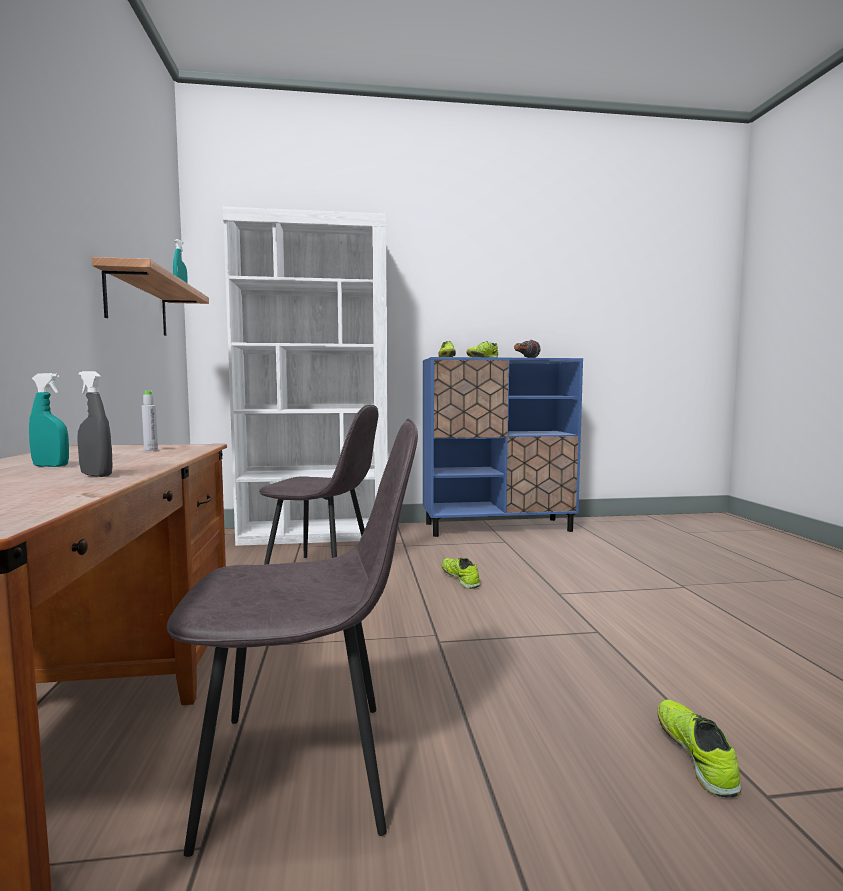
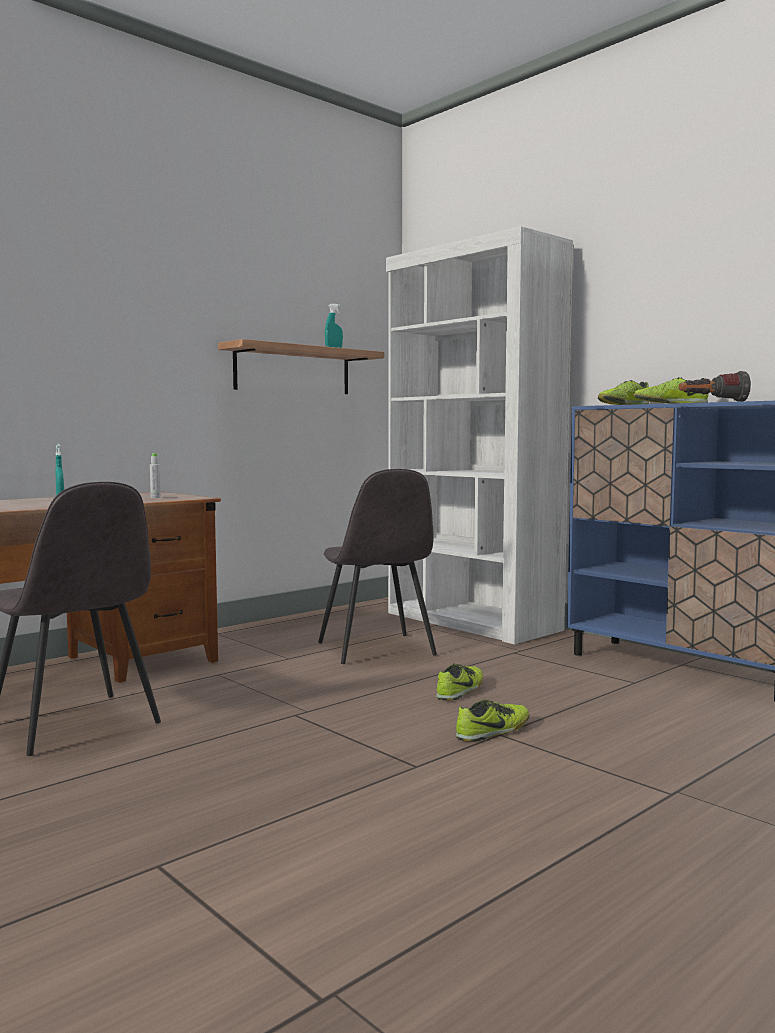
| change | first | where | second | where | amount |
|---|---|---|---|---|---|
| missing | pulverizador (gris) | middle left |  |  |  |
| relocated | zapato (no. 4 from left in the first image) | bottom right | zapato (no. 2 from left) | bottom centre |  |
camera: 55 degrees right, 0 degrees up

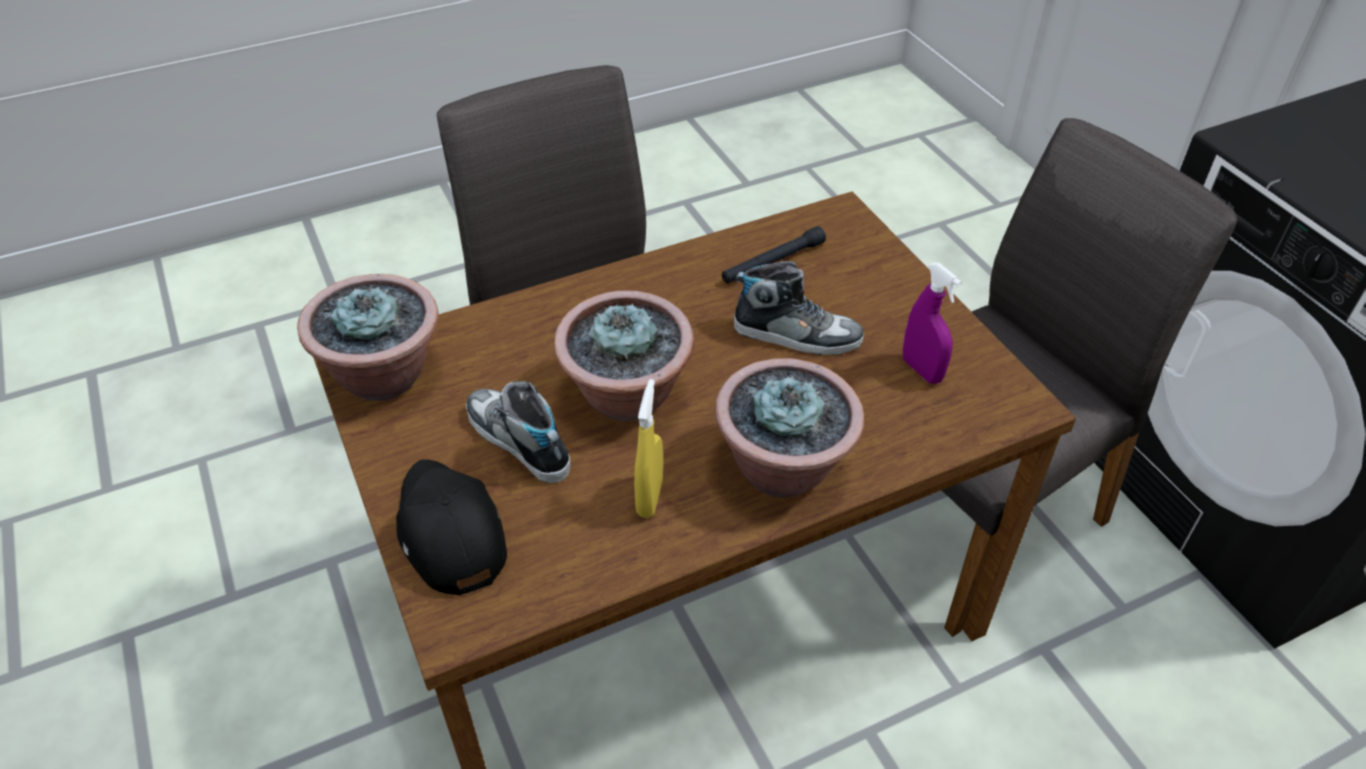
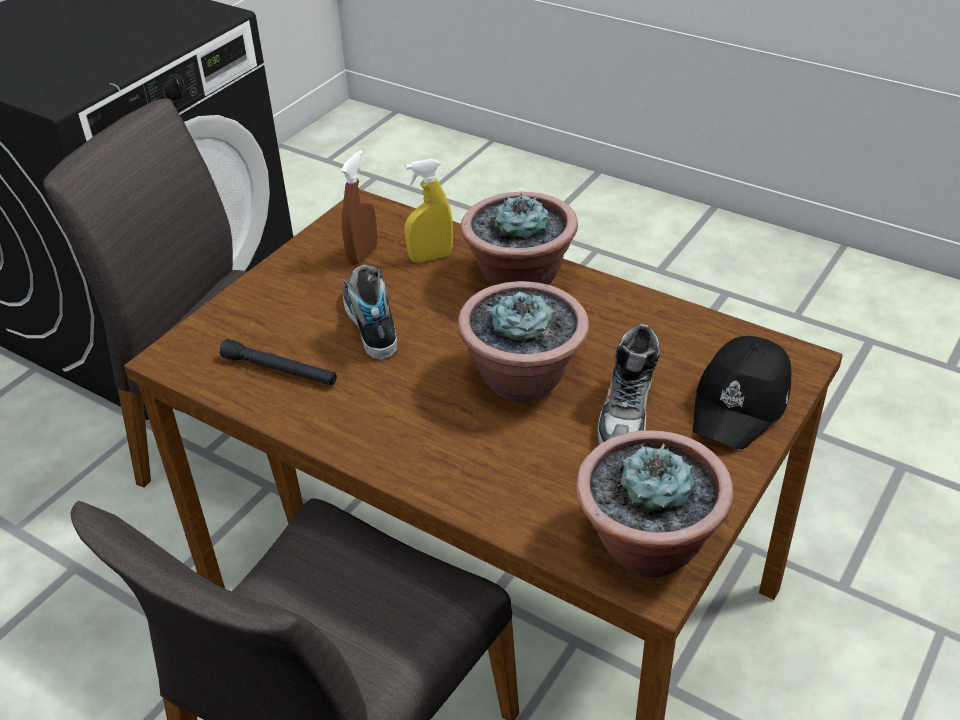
| change | first | where | second | where | amount |
|---|---|---|---|---|---|
| colour | pulverizador (morado) | middle right | pulverizador (marrón) | top centre |  |
| relocated | pulverizador (amarillo) | centre |  | top centre |  |
camera: 120 degrees left, 5 degrees down

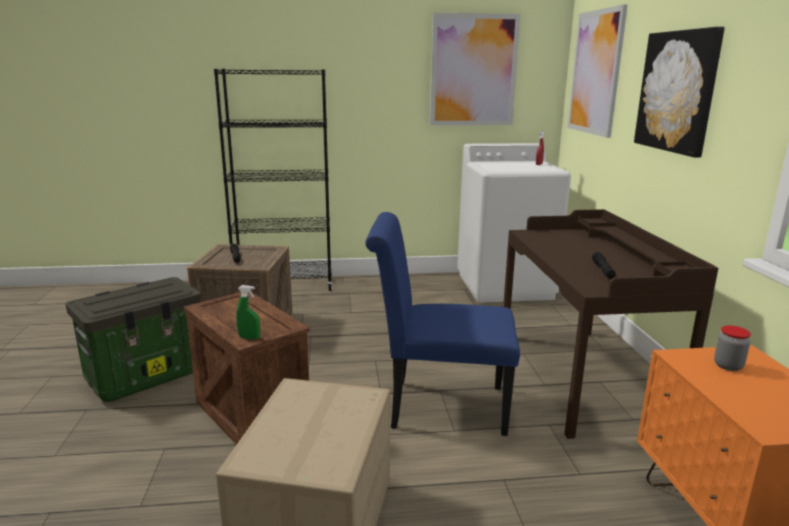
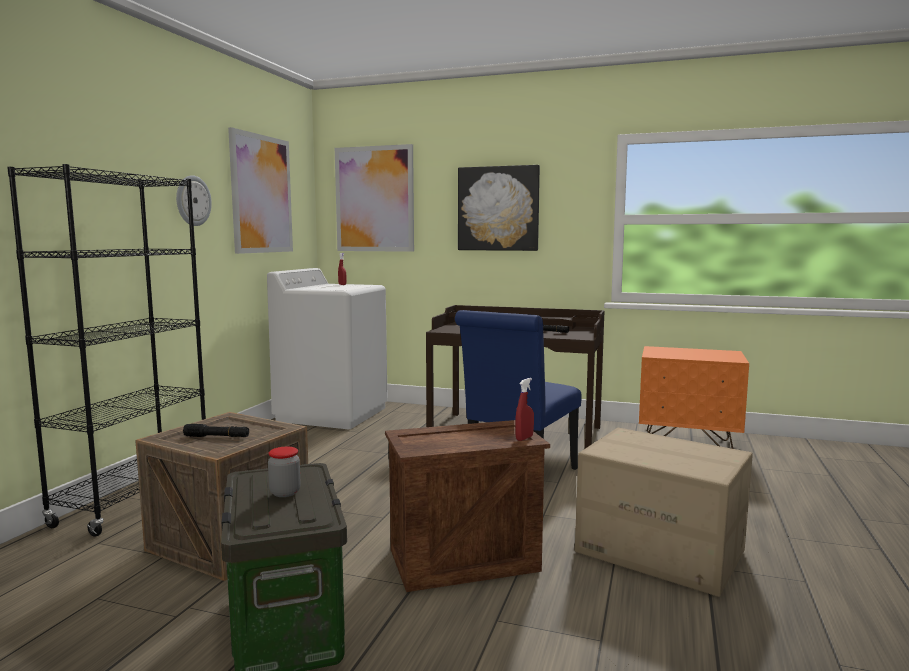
| change | first | where | second | where | amount |
|---|---|---|---|---|---|
| colour | pulverizador (verde) | middle left | pulverizador (rojo) (no. 2 from left) | centre |  |
| relocated | tarro | middle right |  | bottom left |  |
| appeared |  |  | reloj de pared | top left |  |
camera: 65 degrees left, 10 degrees down

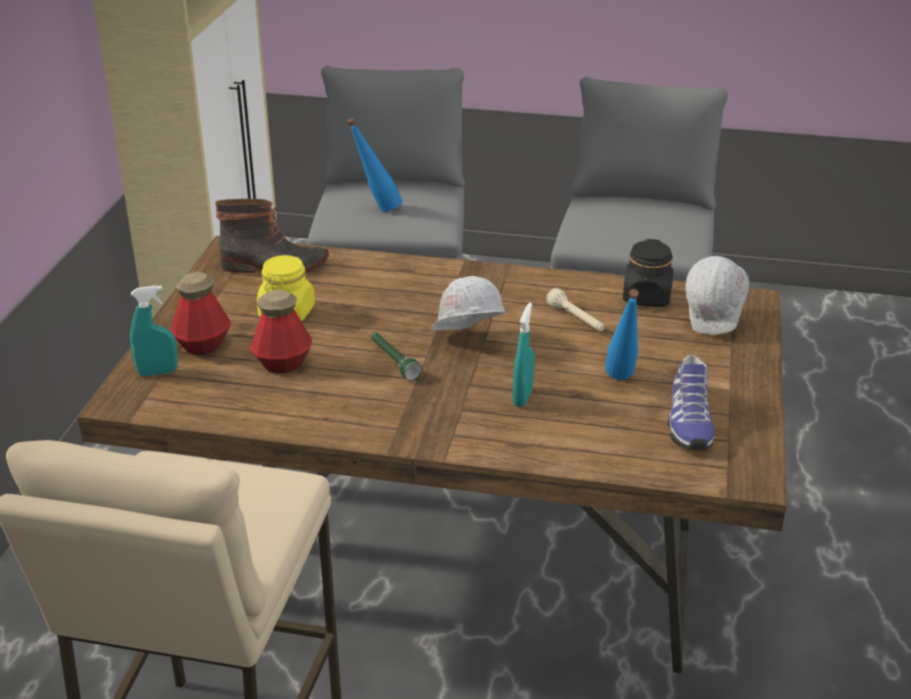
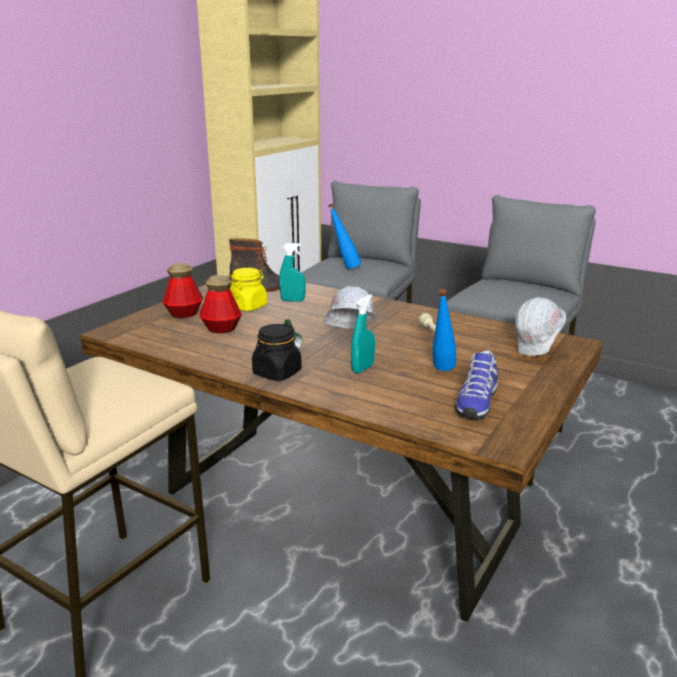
| change | first | where | second | where | amount |
|---|---|---|---|---|---|
| relocated | tarro (negro) | middle right |  | centre |  |
| relocated | pulverizador (turquesa) (no. 1 from left) | middle left |  | centre |  |
camera: 20 degrees right, 10 degrees down

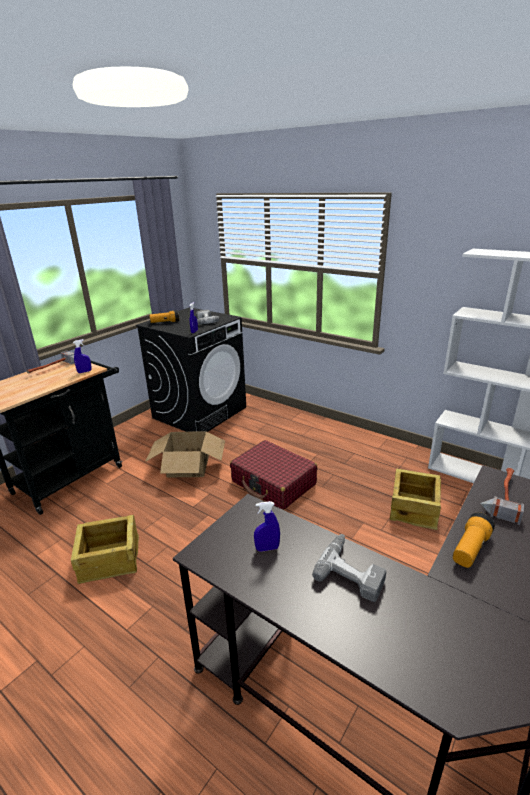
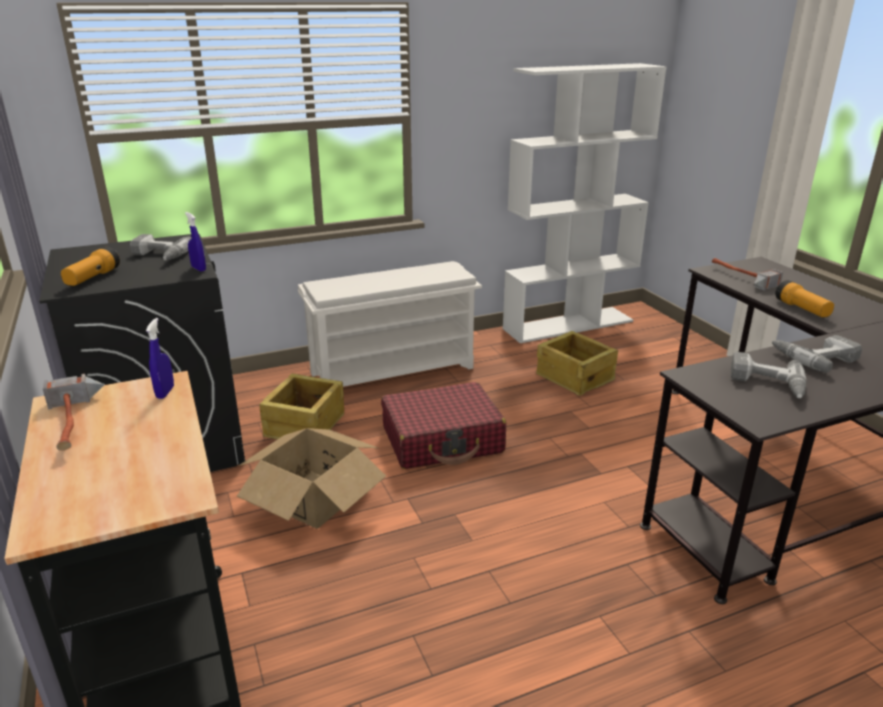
| change | first | where | second | where | amount |
|---|---|---|---|---|---|
| exchanged | pulverizador (azul) (no. 3 from left) | centre | taladro (no. 2 from left) | middle right |  |
| relocated | caja de embalaje (no. 1 from left) | bottom left |  | centre |  |
| appeared |  |  | zapatero (blanco) | centre |  |
camera: 60 degrees left, 0 degrees up

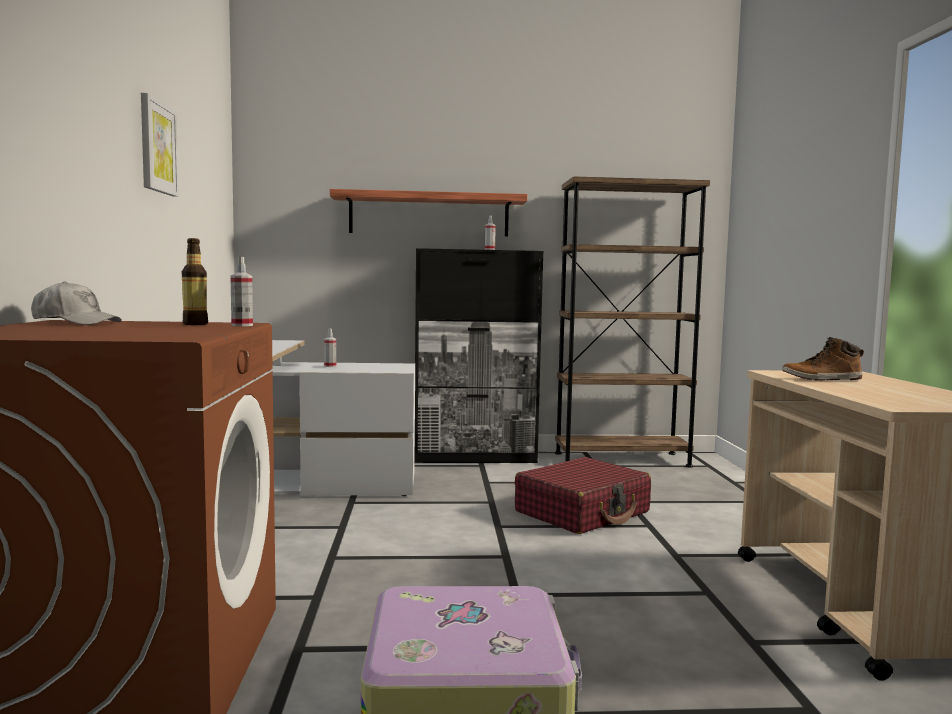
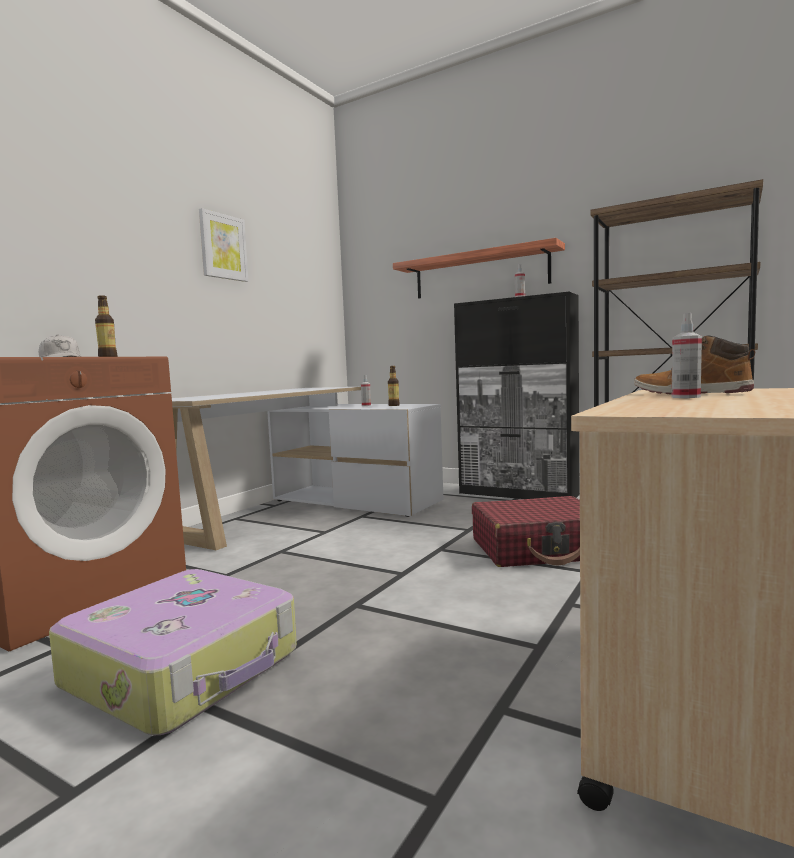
| change | first | where | second | where | amount |
|---|---|---|---|---|---|
| relocated | pulverizador (no. 1 from left in the first image) | middle left | pulverizador (no. 3 from left) | middle right |  |
| appeared |  |  | botella (no. 2 from left) | centre |  |
camera: 35 degrees right, 0 degrees up

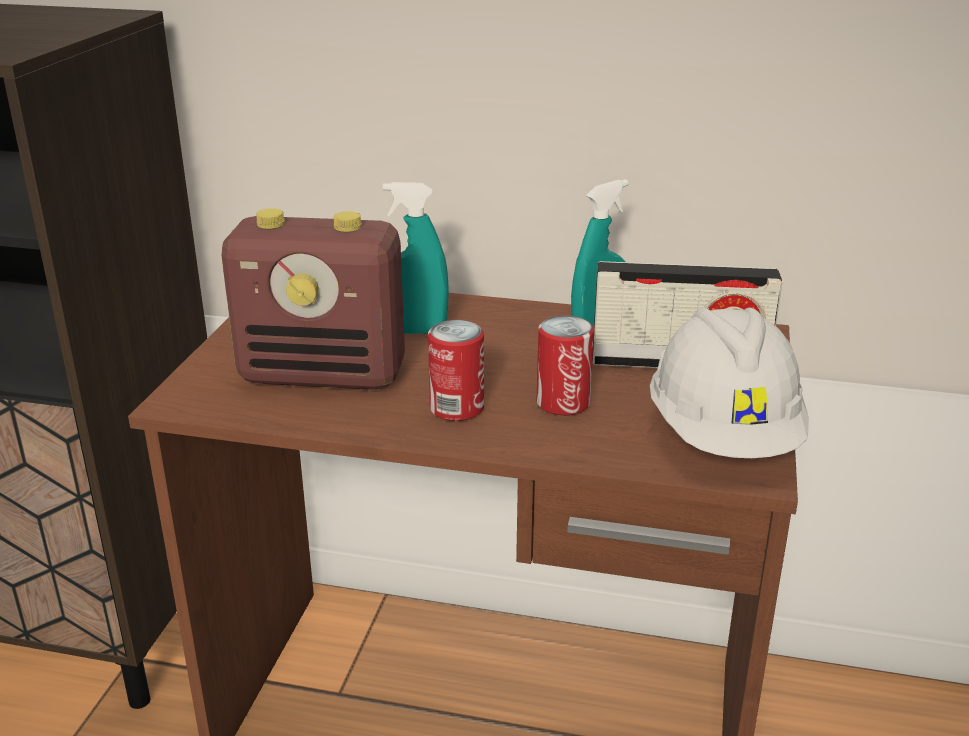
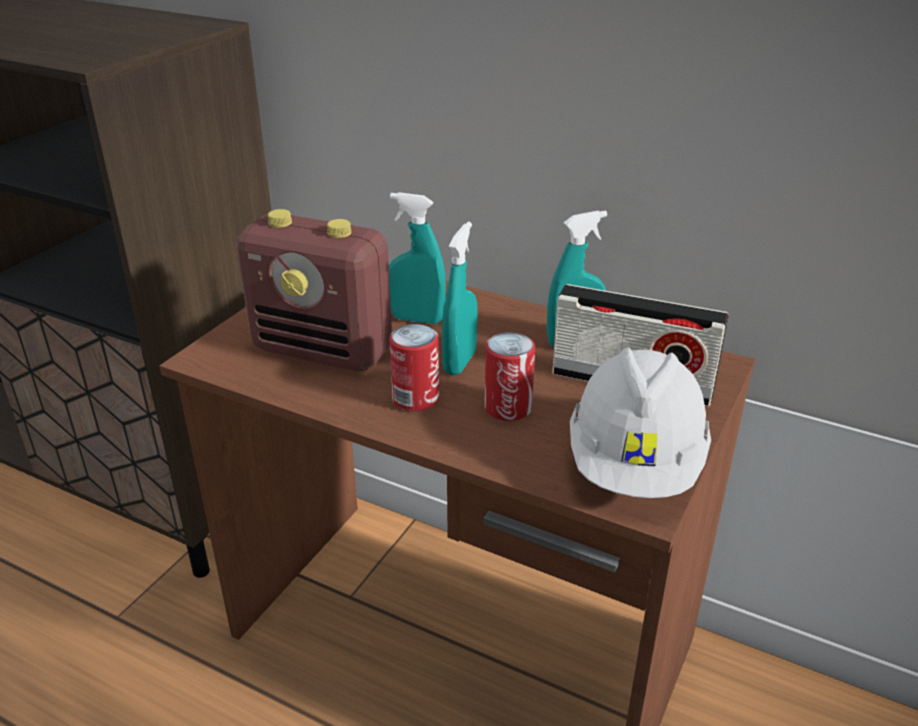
| change | first | where | second | where | amount |
|---|---|---|---|---|---|
| appeared |  |  | pulverizador (turquesa) (no. 2 from left) | centre |  |
camera: 15 degrees right, 5 degrees up

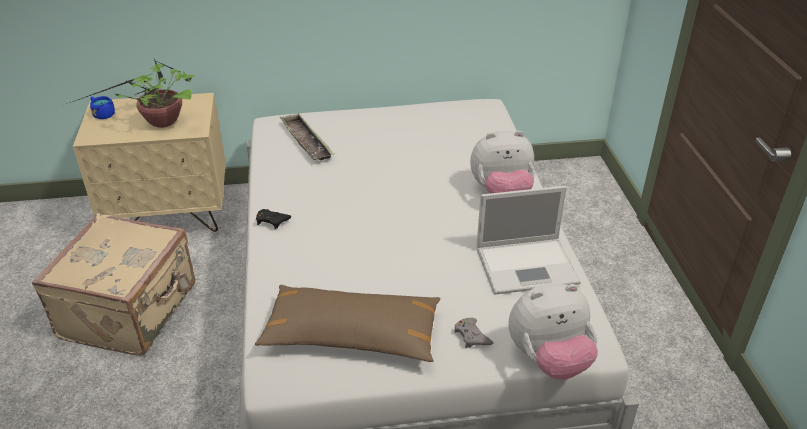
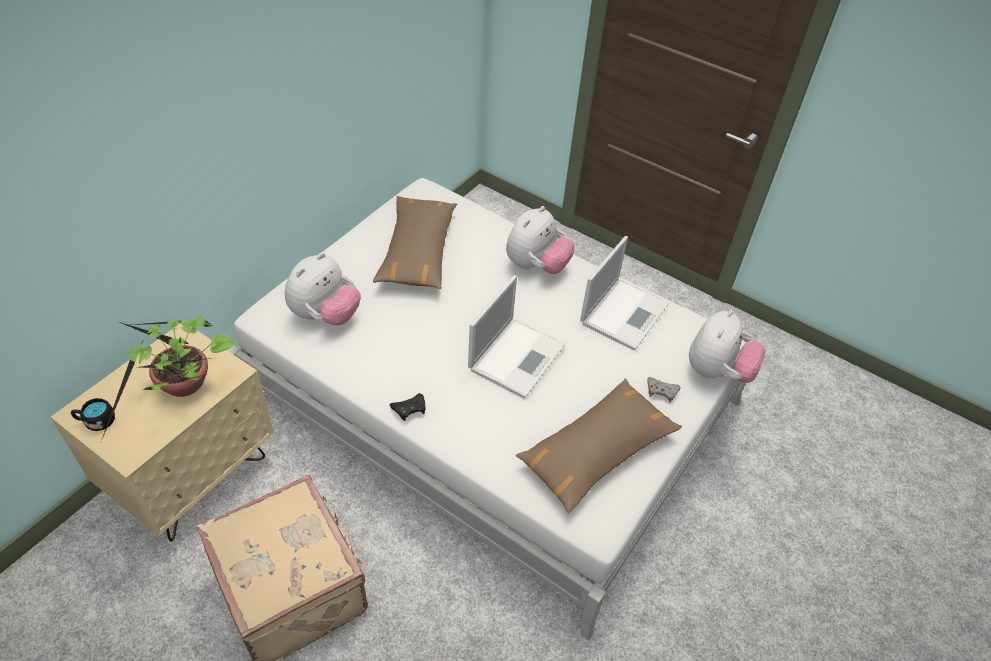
| change | first | where | second | where | amount |
|---|---|---|---|---|---|
| colour | taza grande (azul) | top left | taza grande (negro) | middle left |  |
| exchanged | bandeja | top centre | peluche (no. 1 from left) | middle left |  |
| appeared |  |  | cojín (marrón) (no. 1 from left) | centre |  |
| appeared |  |  | portátil (no. 1 from left) | centre |  |
camera: 50 degrees left, 10 degrees up

